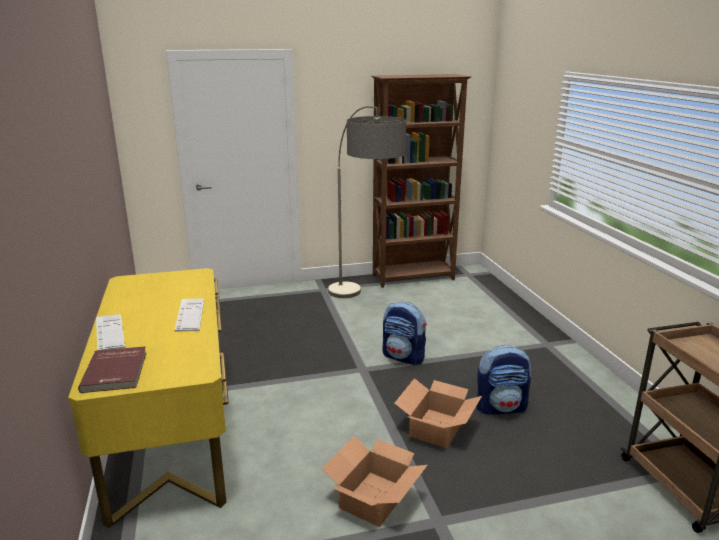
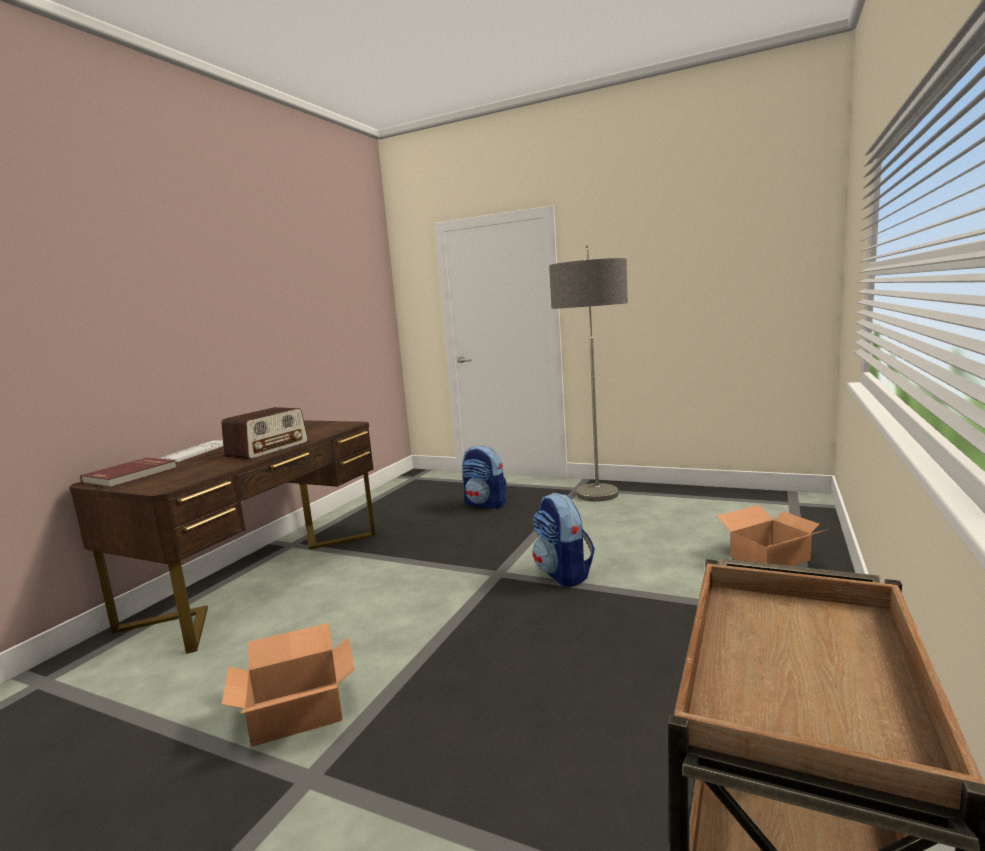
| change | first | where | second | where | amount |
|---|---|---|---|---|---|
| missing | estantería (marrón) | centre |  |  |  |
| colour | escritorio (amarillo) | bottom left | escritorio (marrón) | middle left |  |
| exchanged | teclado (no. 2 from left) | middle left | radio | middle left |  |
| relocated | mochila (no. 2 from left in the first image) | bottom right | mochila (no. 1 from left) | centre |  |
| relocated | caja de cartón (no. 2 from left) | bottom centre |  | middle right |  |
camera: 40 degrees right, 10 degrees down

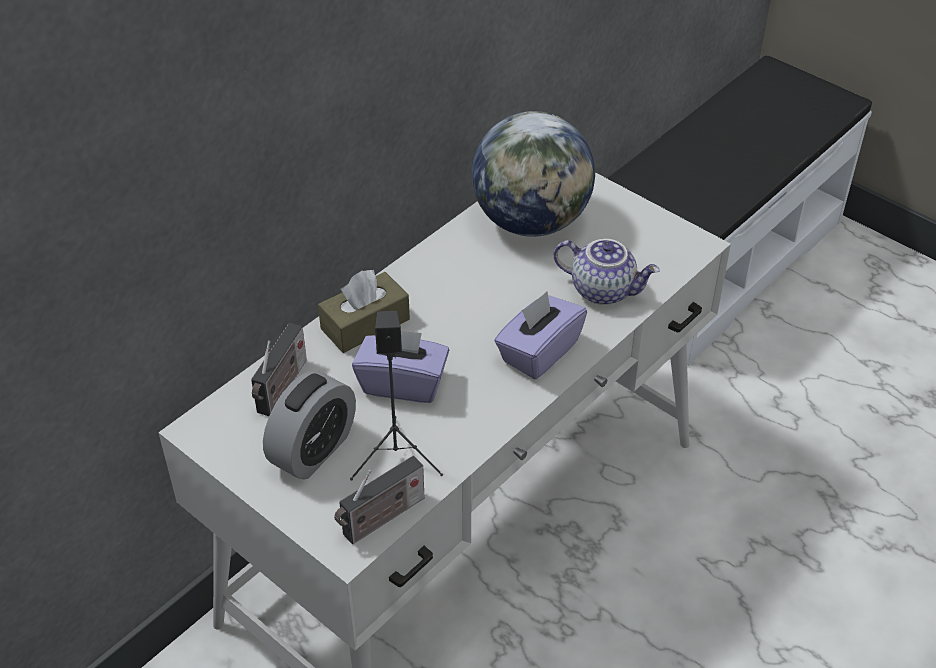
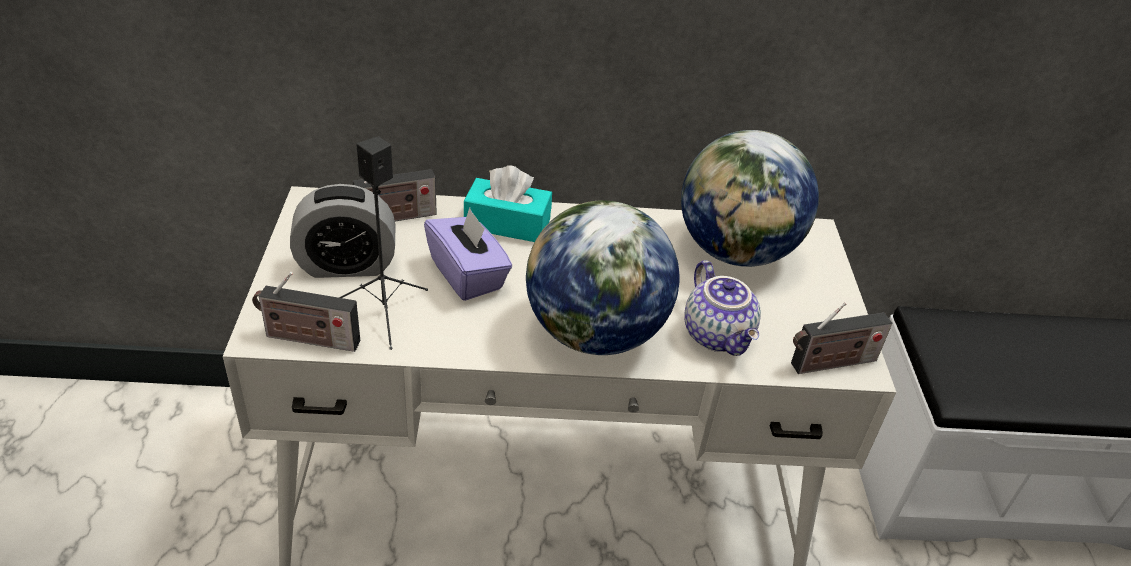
| change | first | where | second | where | amount |
|---|---|---|---|---|---|
| colour | caja de pañuelos (marrón) | centre | caja de pañuelos (turquesa) | centre |  |
| exchanged | caja de pañuelos (morado) (no. 2 from left) | centre | globo terráqueo (no. 1 from left) | centre |  |
| appeared |  |  | radio (no. 3 from left) | middle right |  |
camera: 45 degrees right, 5 degrees down

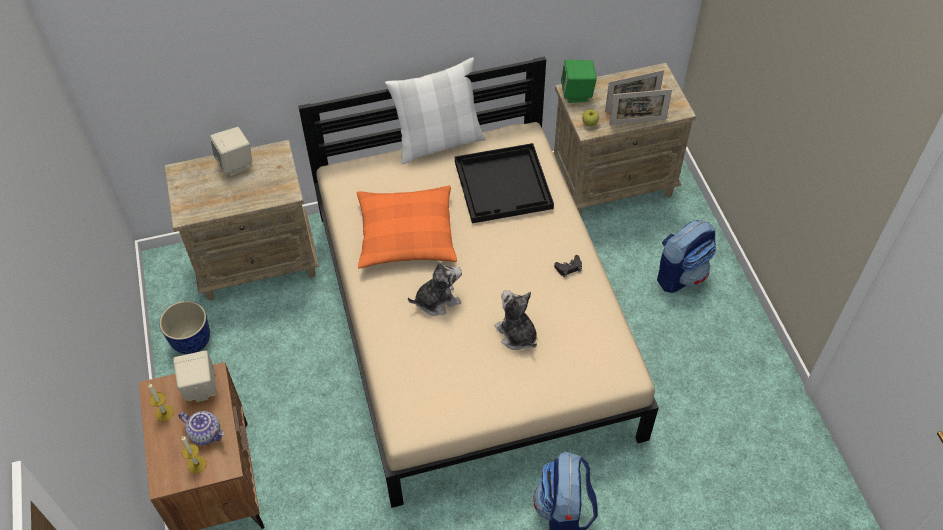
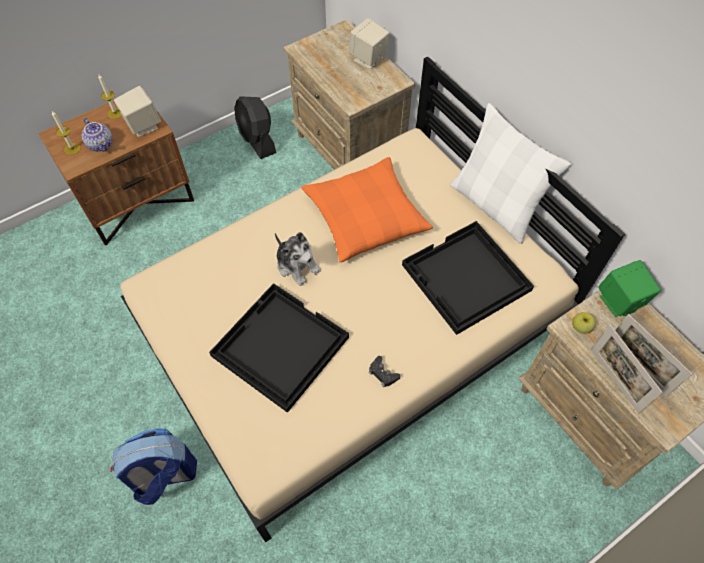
| change | first | where | second | where | amount |
|---|---|---|---|---|---|
| missing | mochila (no. 2 from left) | middle right |  |  |  |
| exchanged | peluche (no. 2 from left) | centre | bandeja (negro) (no. 1 from left) | centre |  |
| exchanged | maceta | middle left | ventilador (negro) | top centre |  |
| spun | tetera | bottom left |  | top left | 45 degrees counterclockwise |
camera: 70 degrees right, 5 degrees up

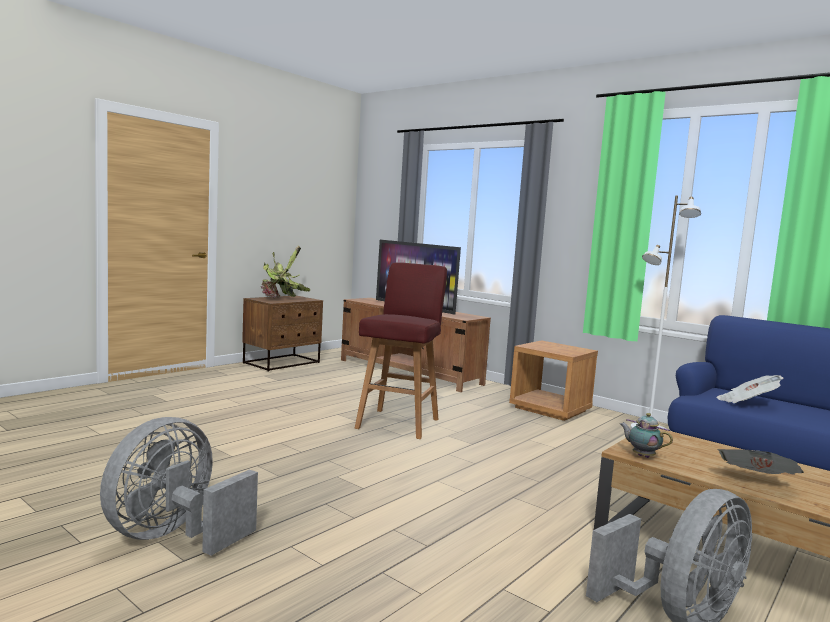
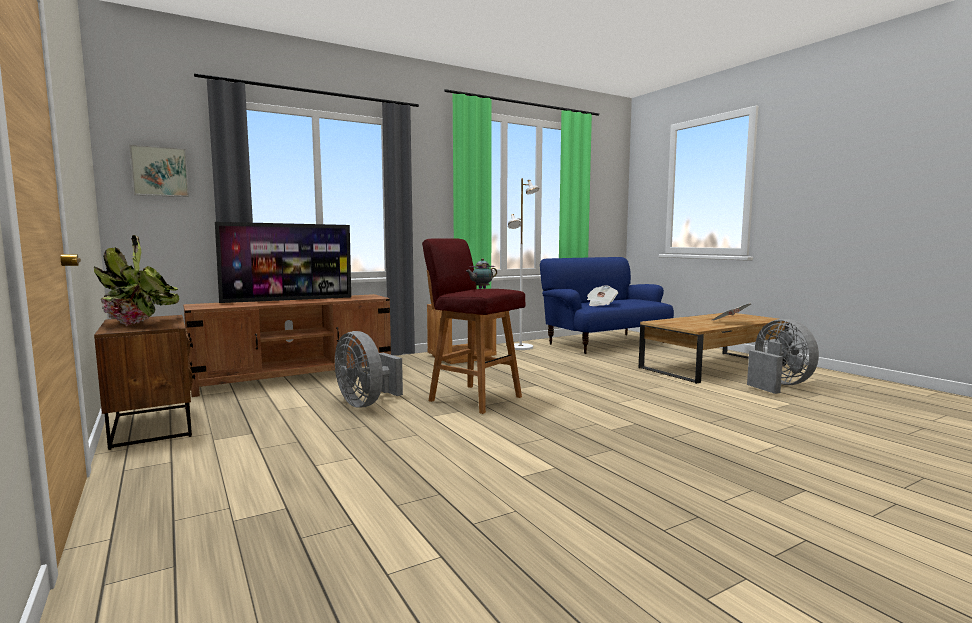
| change | first | where | second | where | amount |
|---|---|---|---|---|---|
| relocated | tetera | bottom right |  | centre |  |
| relocated | ventilador (gris) (no. 1 from left) | bottom left |  | centre |  |
| appeared |  |  | cuadro | top left |  |
camera: 70 degrees left, 0 degrees up

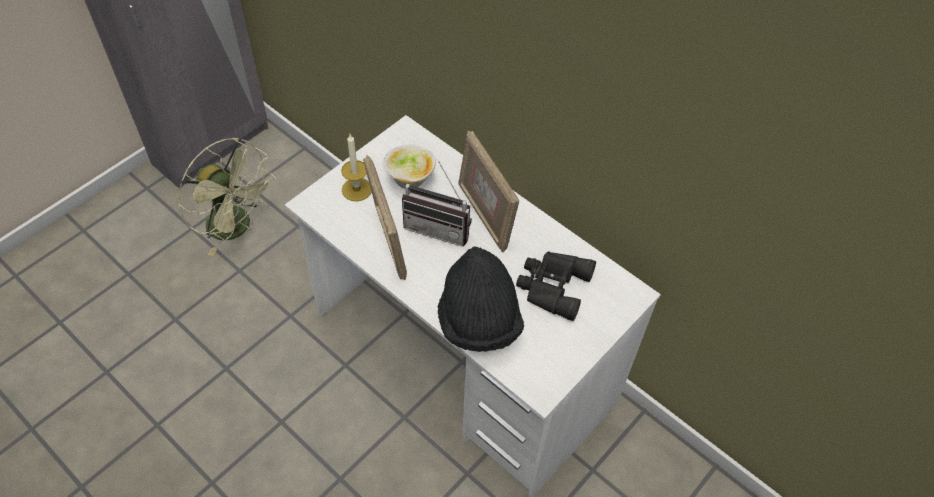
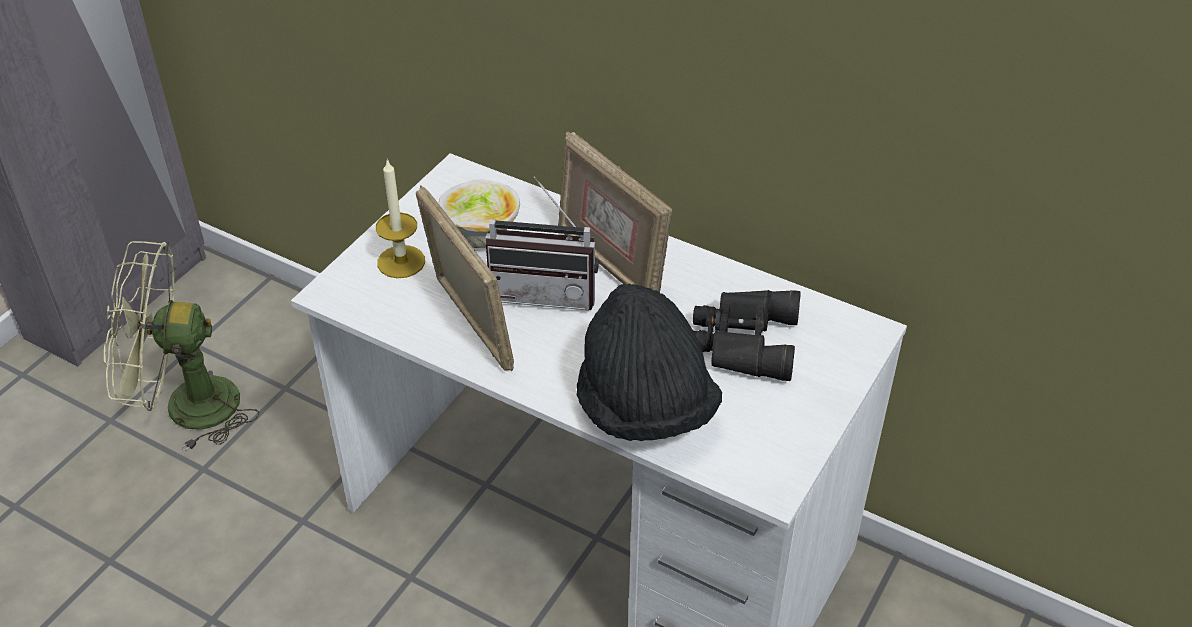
| change | first | where | second | where | amount |
|---|---|---|---|---|---|
| spun | ventilador (verde) | middle left |  | middle left | 150 degrees clockwise |
camera: 10 degrees left, 10 degrees down

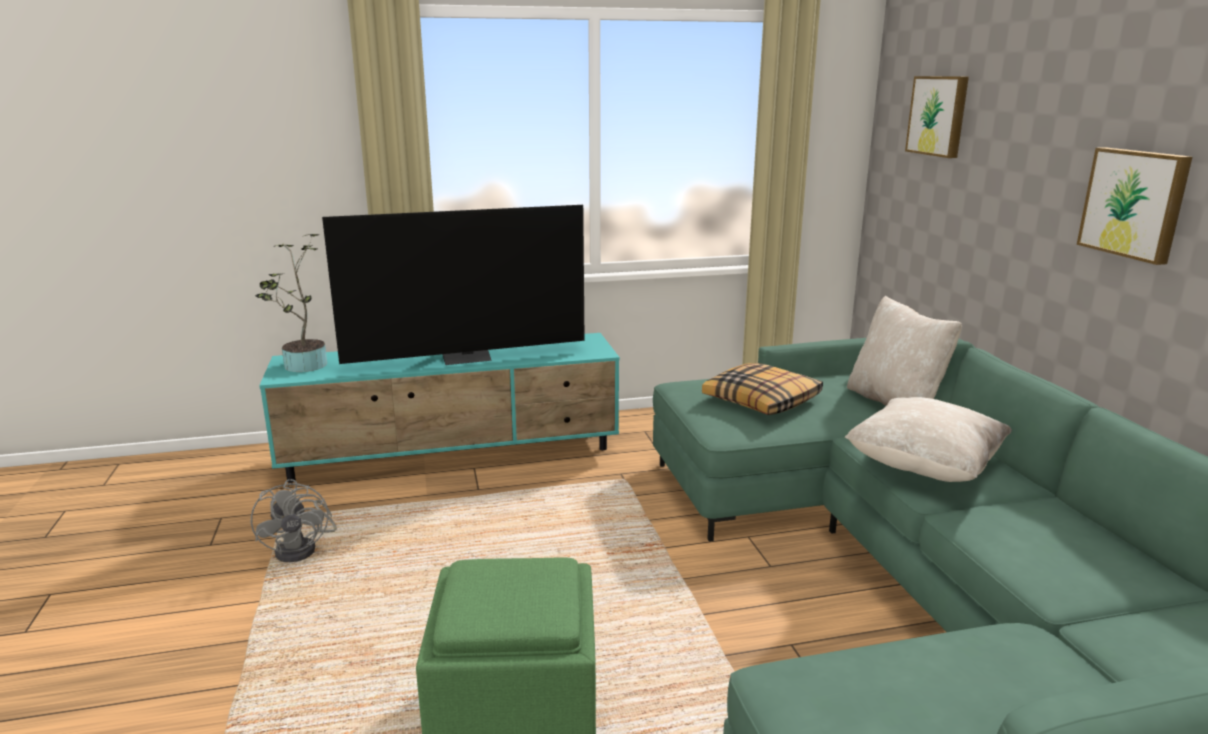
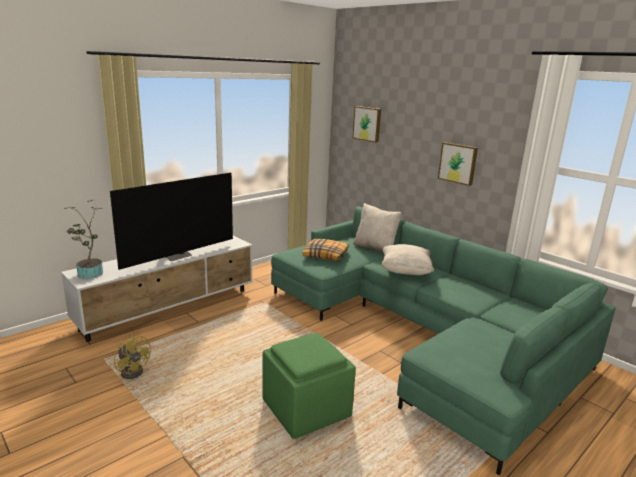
| change | first | where | second | where | amount |
|---|---|---|---|---|---|
| colour | mueble de televisión (turquesa) | centre | mueble de televisión (blanco) | middle left |  |
| colour | ventilador (gris) | bottom left | ventilador (amarillo) | bottom left |  |
camera: 30 degrees left, 0 degrees up

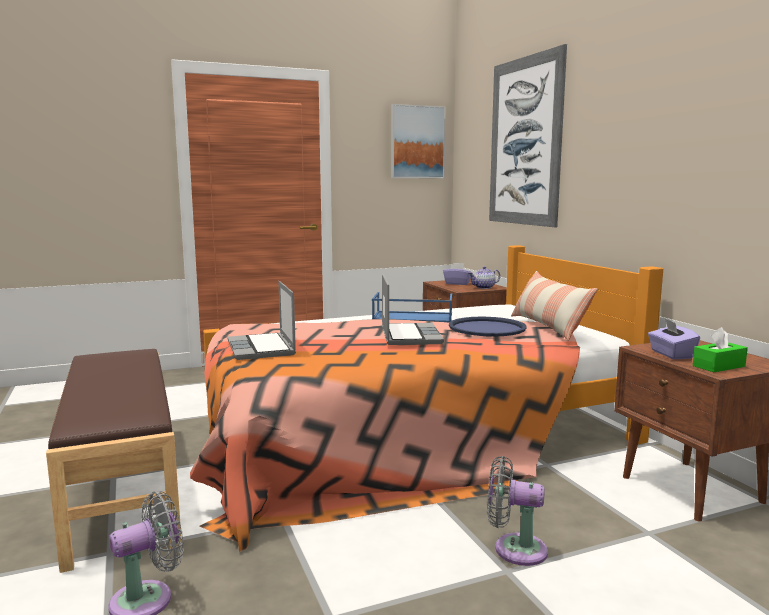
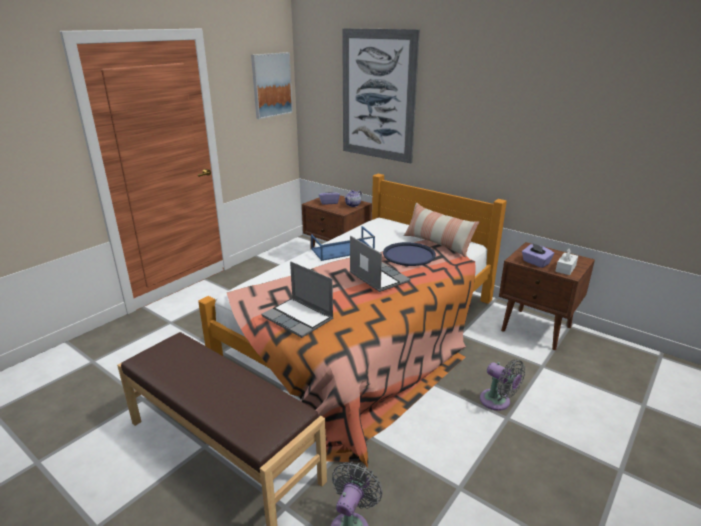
| change | first | where | second | where | amount |
|---|---|---|---|---|---|
| colour | caja de pañuelos (verde) | middle right | caja de pañuelos (blanco) | middle right |  |
| spun | ventilador (gris) (no. 2 from left) | bottom right |  | bottom right | 120 degrees counterclockwise |
camera: 30 degrees left, 15 degrees up

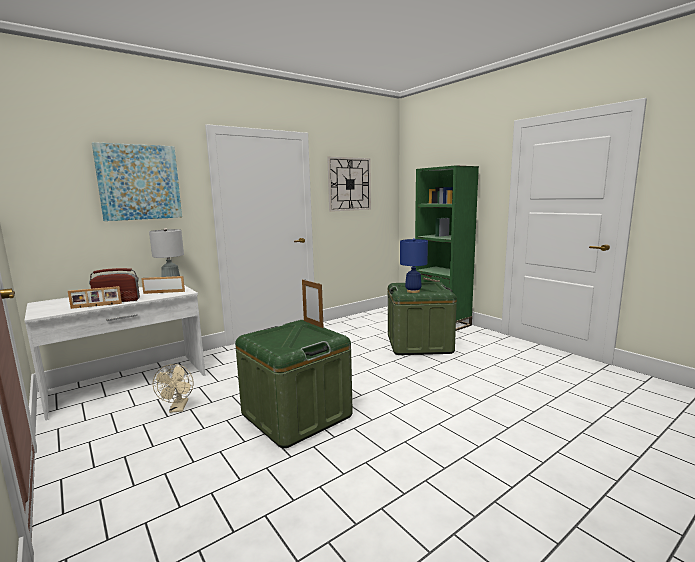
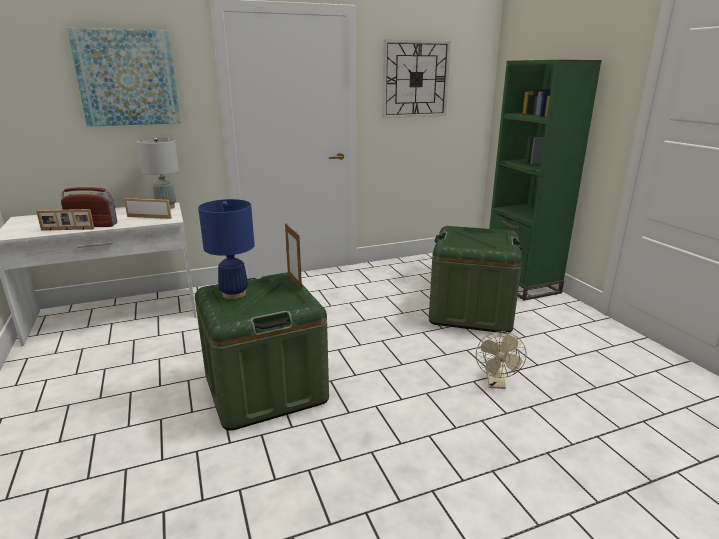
| change | first | where | second | where | amount |
|---|---|---|---|---|---|
| relocated | lámpara de mesa (azul) | centre |  | middle left |  |
| relocated | ventilador (beis) | bottom left |  | bottom right |  |
camera: 15 degrees right, 10 degrees up

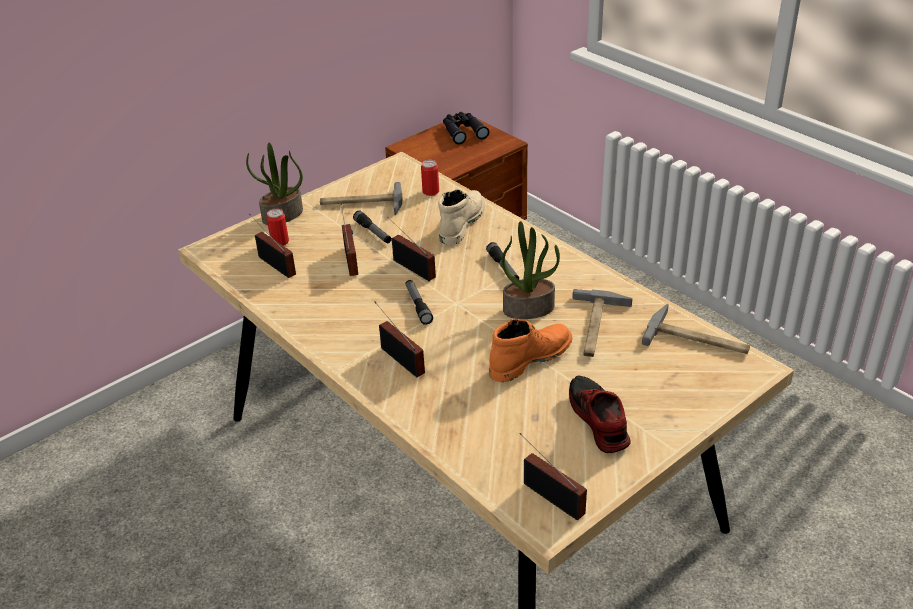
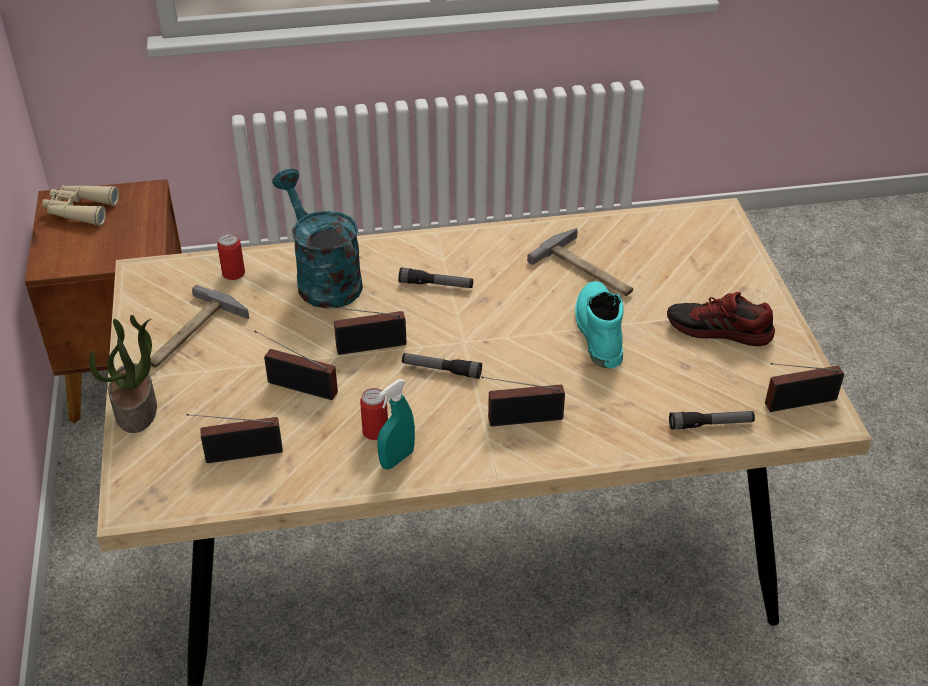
| change | first | where | second | where | amount |
|---|---|---|---|---|---|
| colour | prismáticos (negro) | top centre | prismáticos (beis) | top left |  |
| exchanged | bota (beis) | centre | regadera (turquesa) | centre |  |
| relocated | lata (no. 1 from left in the first image) | middle left | lata (no. 2 from left) | centre |  |
| relocated | linterna (no. 1 from left in the first image) | centre | linterna (no. 3 from left) | middle right |  |
| missing | planta en maceta (no. 2 from left) | centre |  |  |  |
| missing | martillo (no. 3 from left) | middle right |  |  |  |
| colour | bota (naranja) | centre | bota (turquesa) | centre |  |
| appeared |  |  | pulverizador (turquesa) | centre |  |
camera: 60 degrees left, 5 degrees up

